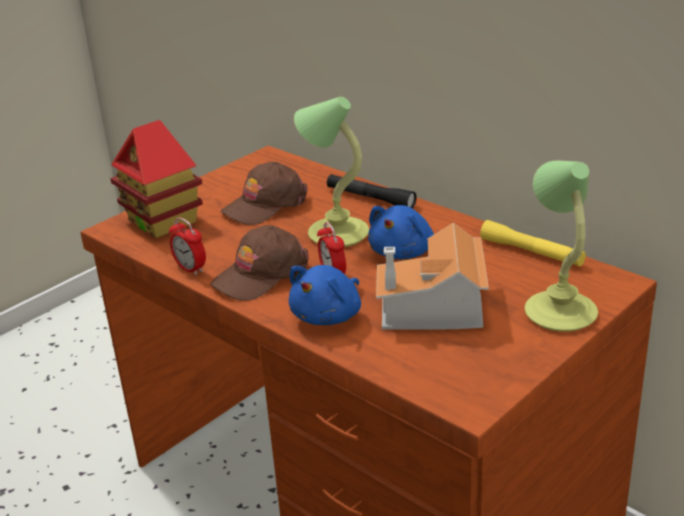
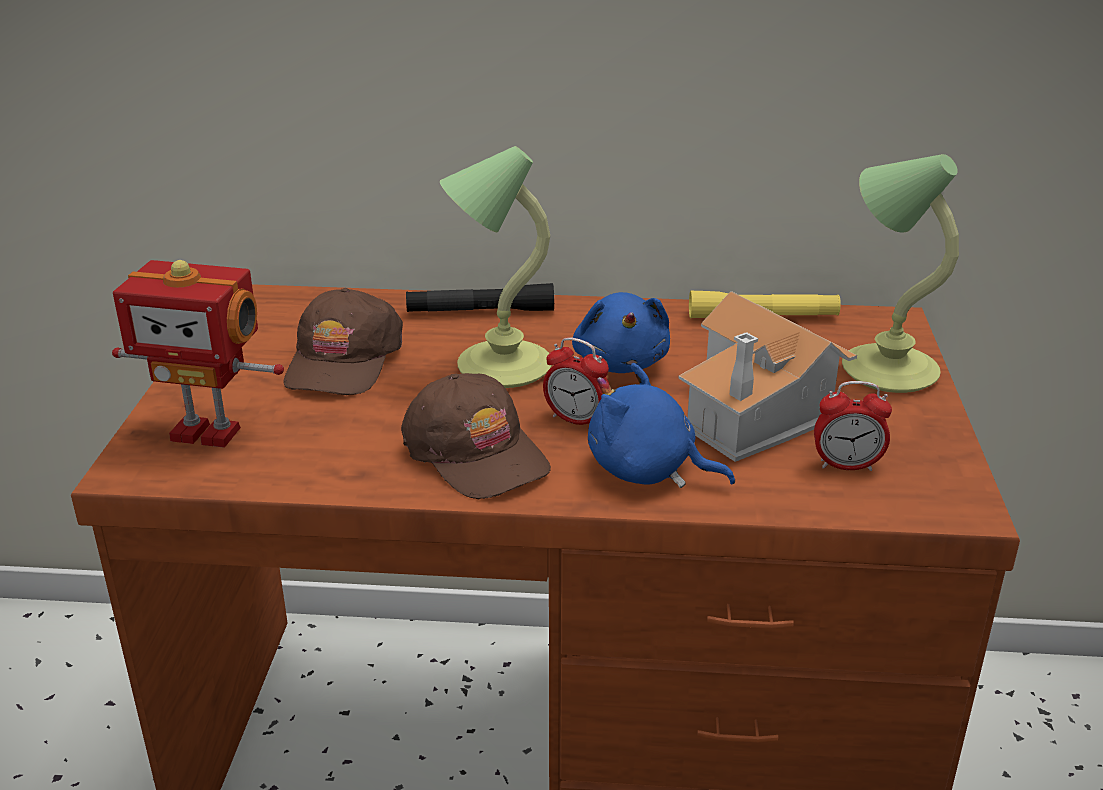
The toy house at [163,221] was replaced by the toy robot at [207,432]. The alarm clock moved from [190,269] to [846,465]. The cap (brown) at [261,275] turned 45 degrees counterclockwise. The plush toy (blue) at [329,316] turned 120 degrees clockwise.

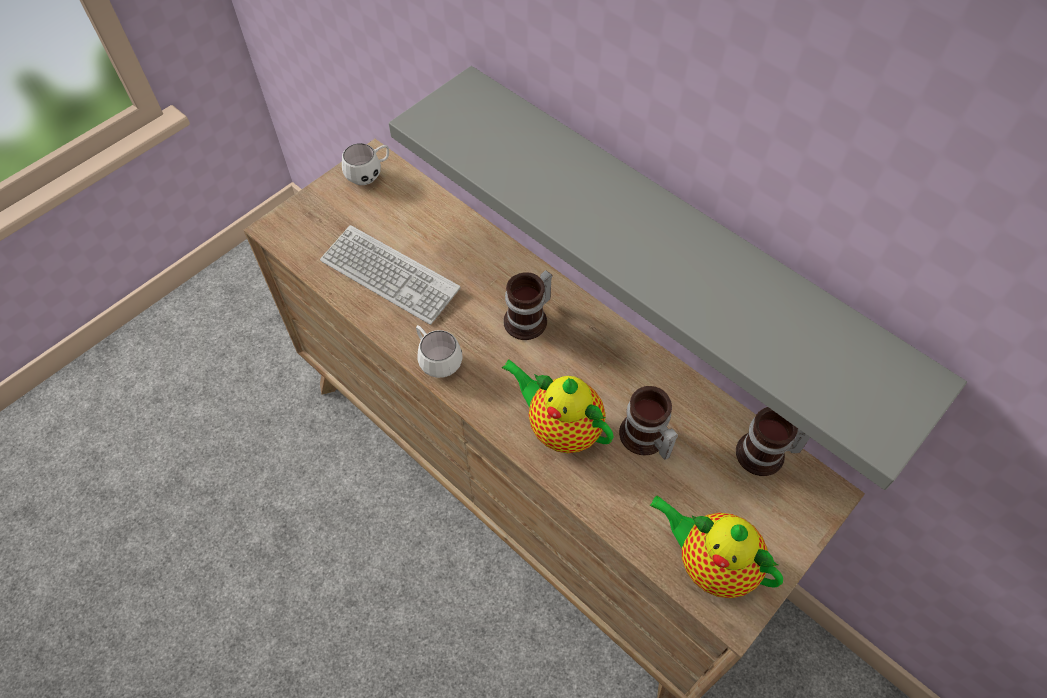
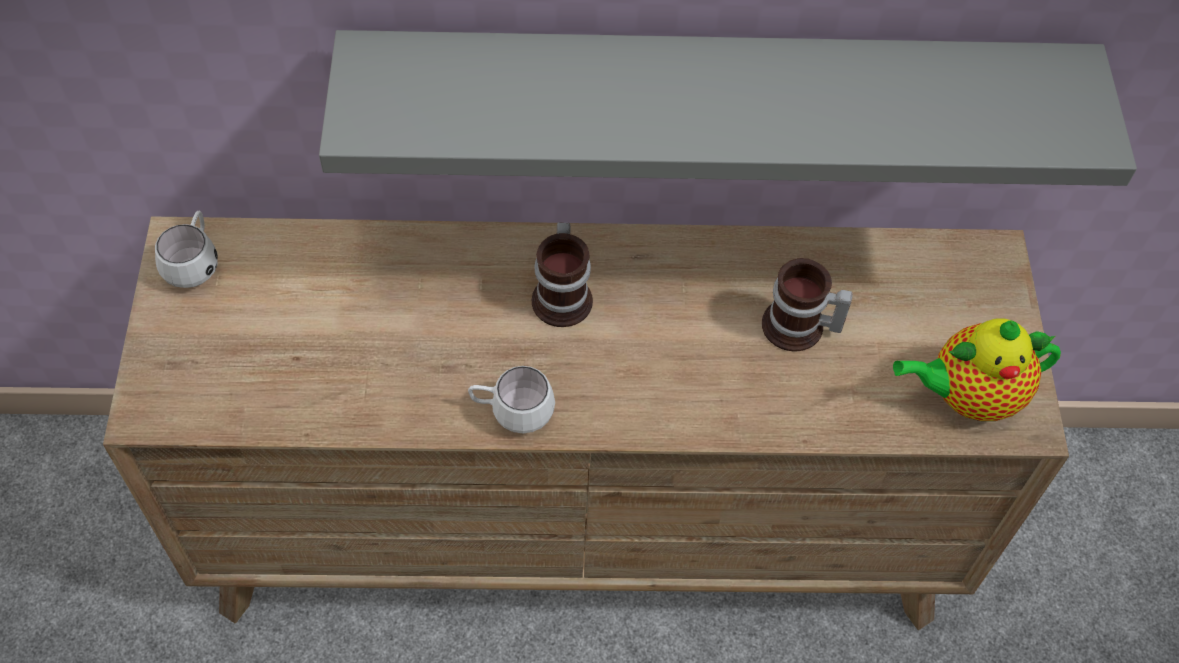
The keyboard at [389,276] disappeared. The teapot at [560,428] disappeared. The mug at [765,456] disappeared.

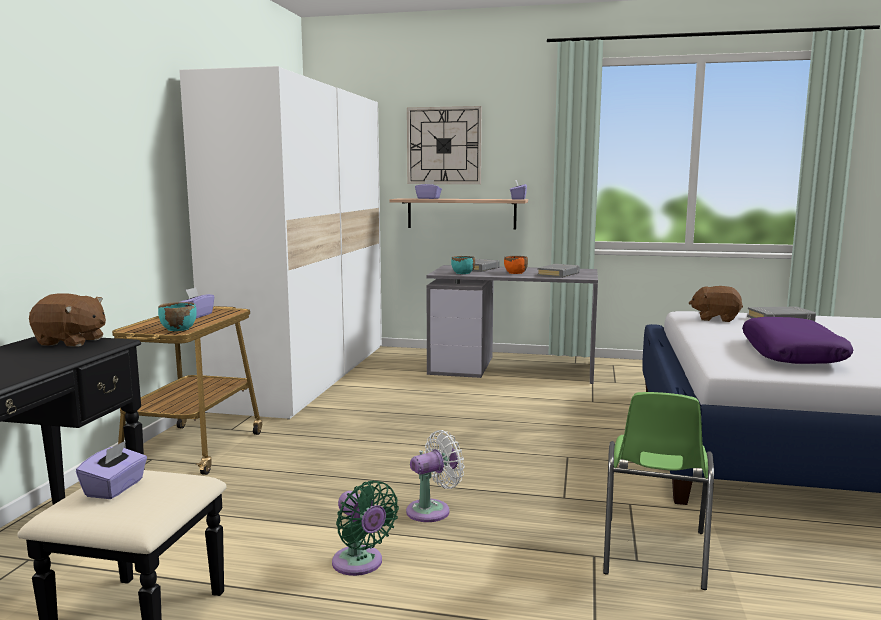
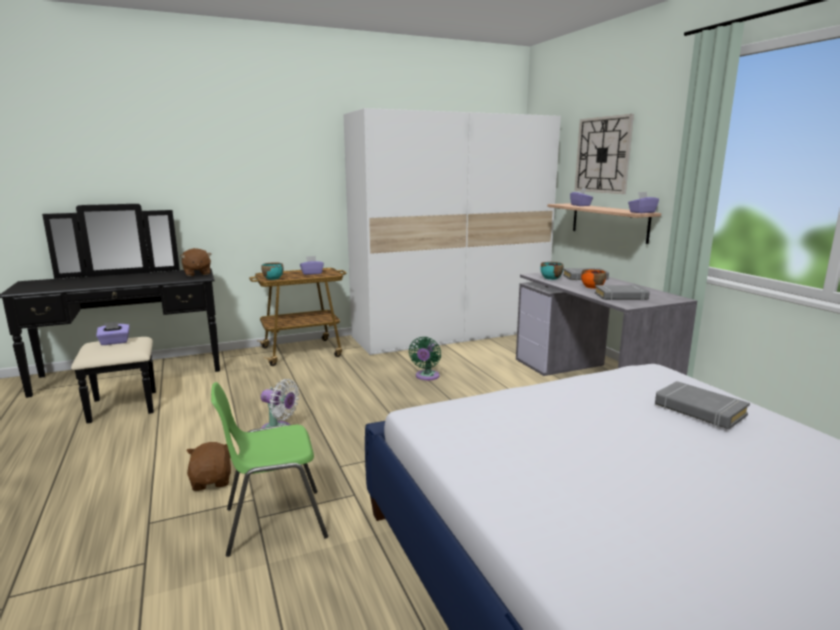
The plush toy (brown) moved from [715,319] to [212,481]. The pillow (purple) at [792,354] disappeared. The fan (green) moved from [360,564] to [426,377].

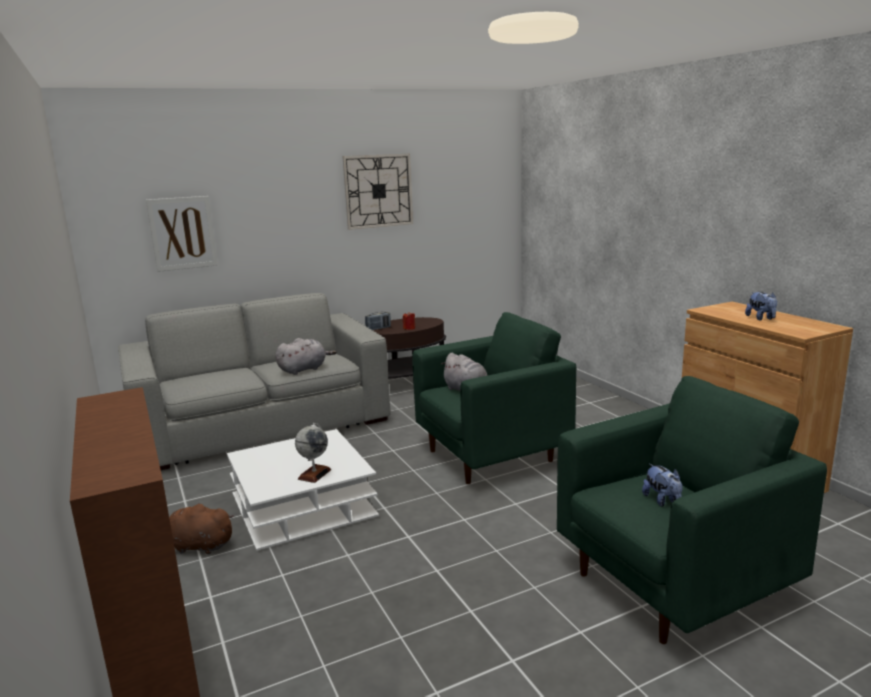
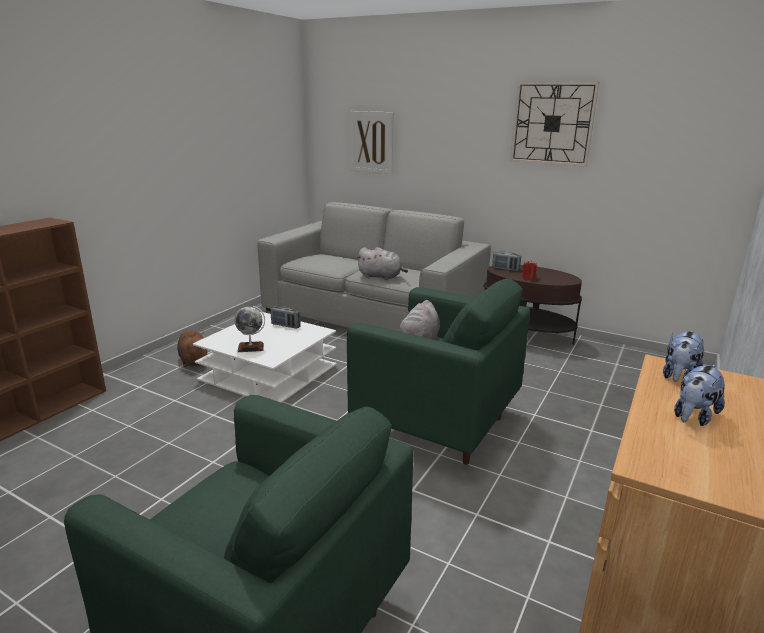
The plush toy moved from [662,501] to [678,377]. The radio at [285,325] appeared.

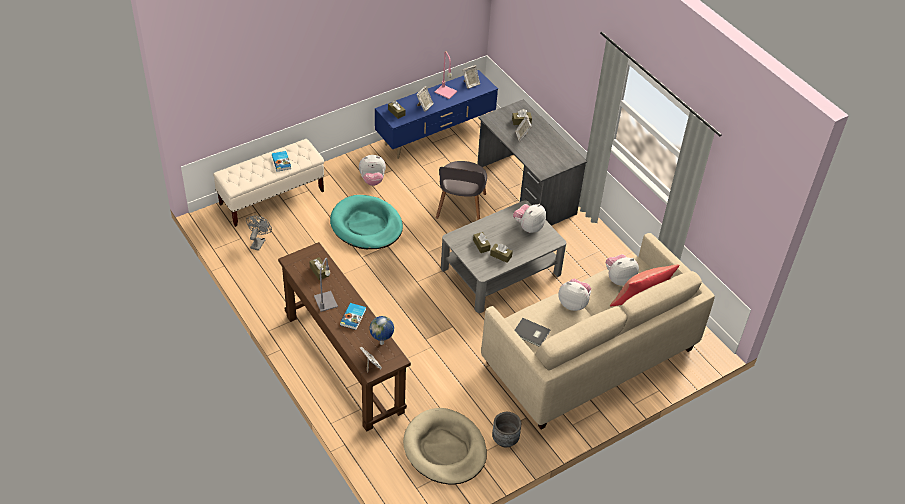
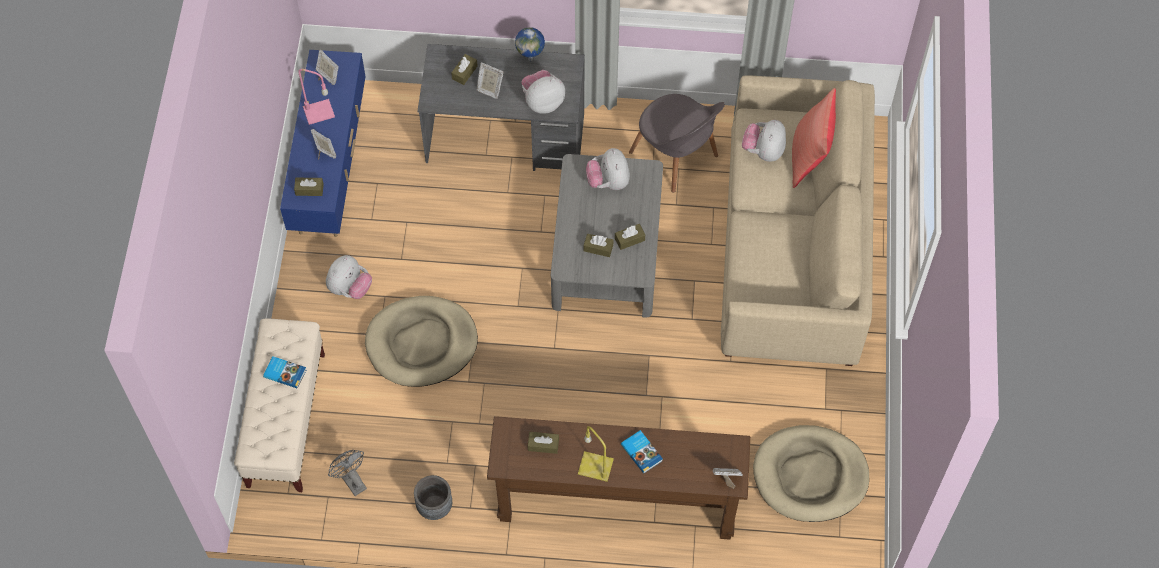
The chair (grey) moved from [460,208] to [676,157]. The dog bed (turquoise) at [366,225] became the dog bed (beige) at [421,343]. The table lamp (grey) at [326,302] became the table lamp (yellow) at [596,466]. The plush toy moved from [573,303] to [543,102]. The globe moved from [382,343] to [531,58]. The book (grey) at [531,334] disappeared. The planter (grey) moved from [505,439] to [434,506].

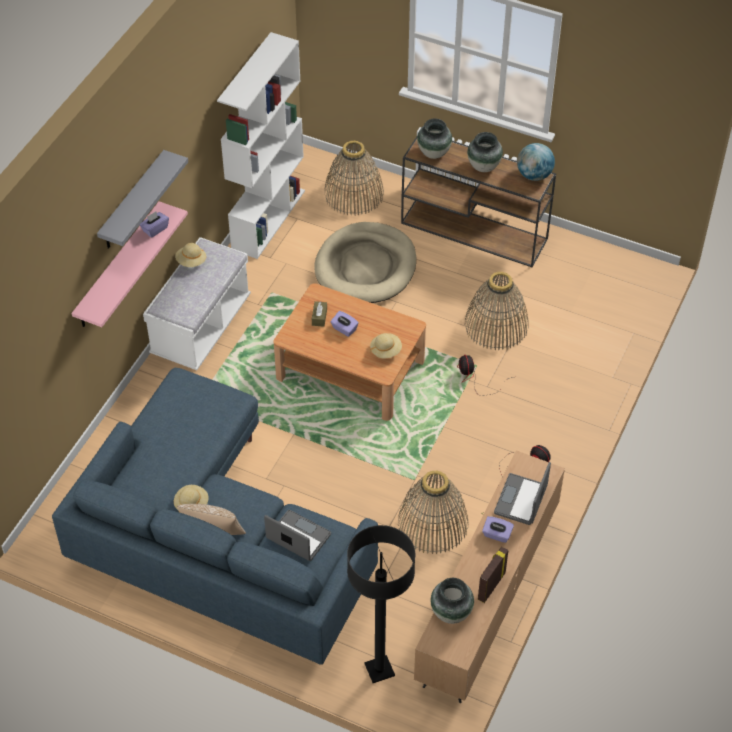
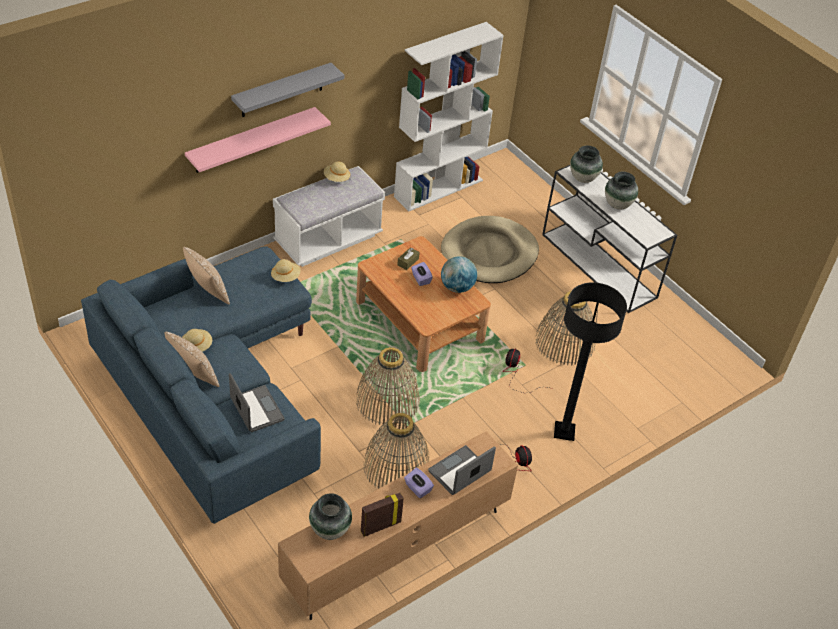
The console table (brown) at [475,231] became the console table (white) at [599,266]. The basket moved from [354,194] to [387,401]. The globe moved from [534,175] to [457,287]. The tissue box (purple) at [155,229] disappeared. The hat (beige) moved from [385,351] to [285,277]. The floor lamp (black) moved from [379,670] to [564,431]. The pillow at [207,293] appeared.

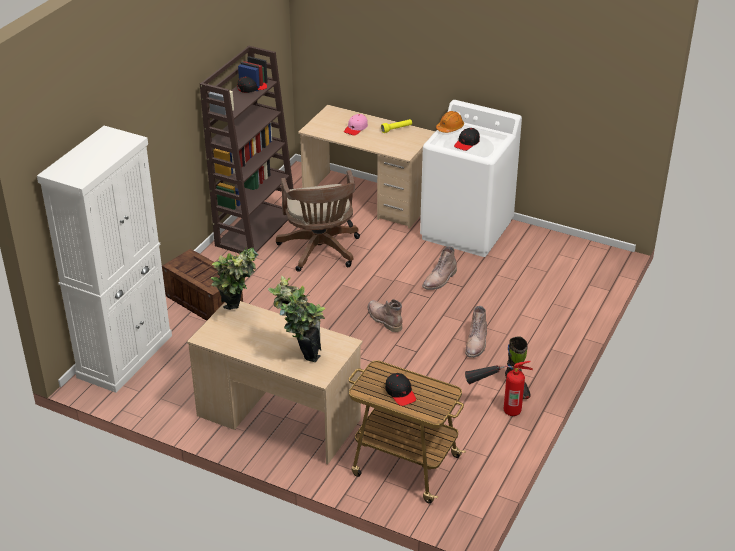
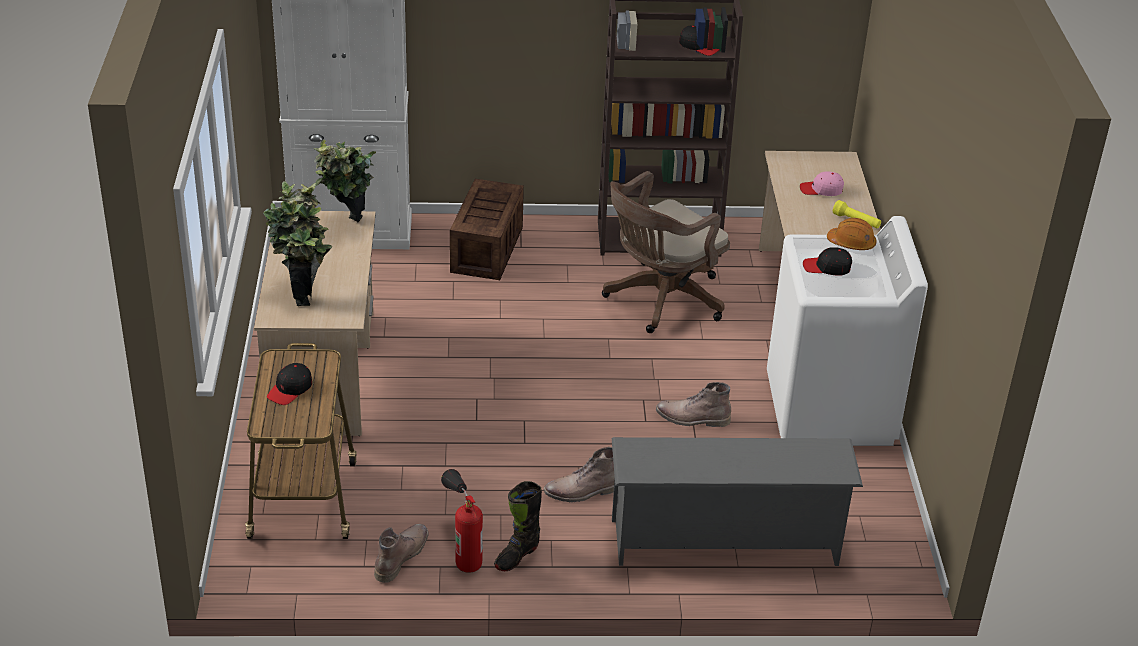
The boot (brown) moved from [383,319] to [400,556]. The shoe rack (grey) at [724,544] appeared.

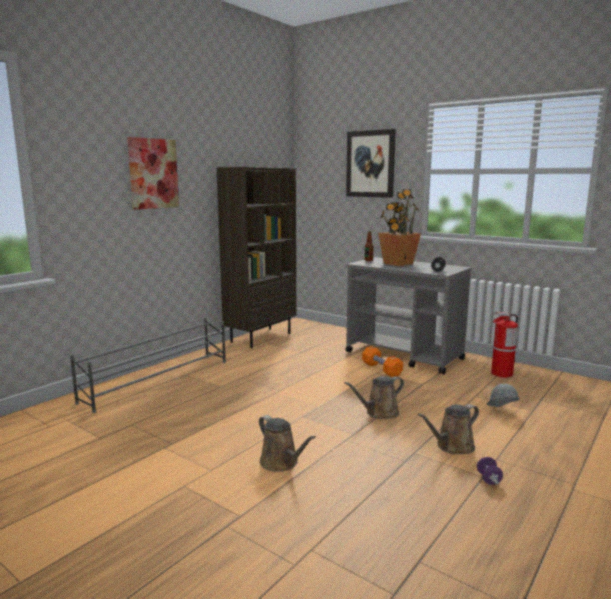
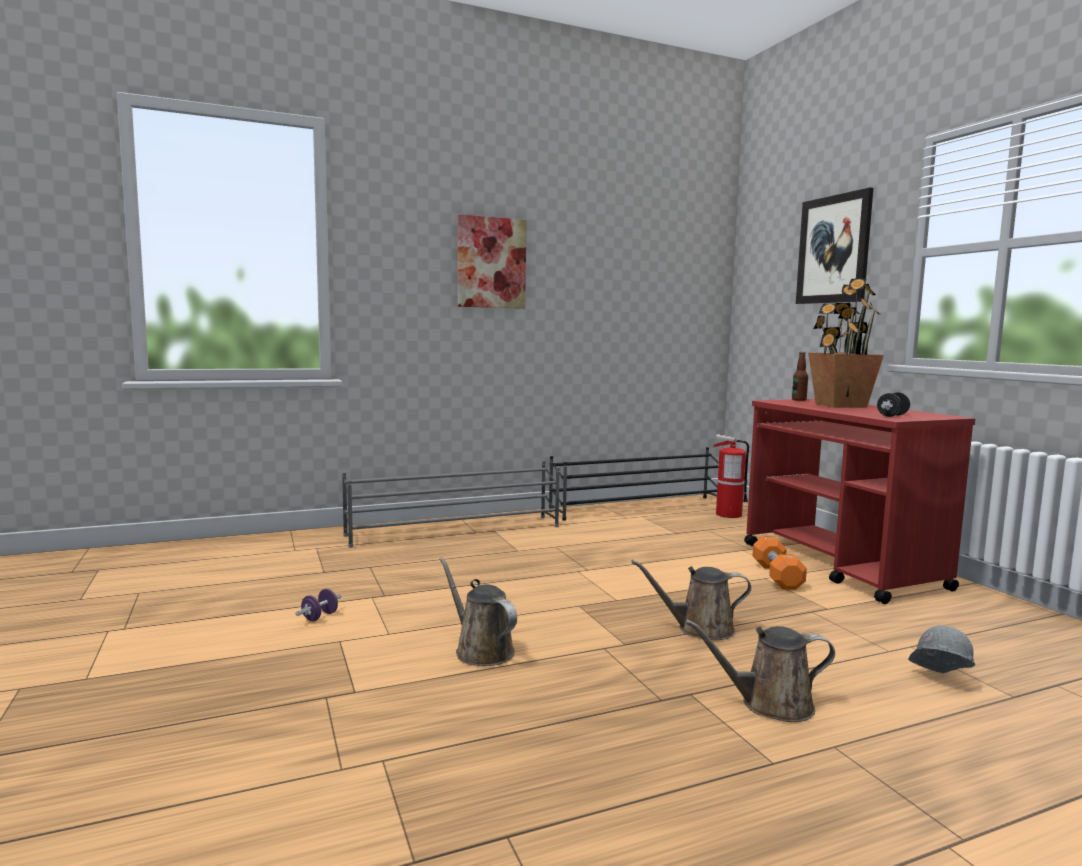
The bookcase (brown) at [261,337] was replaced by the shoe rack (black) at [640,508]. The cart (grey) at [404,356] became the cart (red) at [842,566]. The fire extinguisher moved from [501,374] to [728,514]. The watering can (brown) at [281,463] turned 150 degrees clockwise. The dumbbell (purple) moved from [488,479] to [320,617].

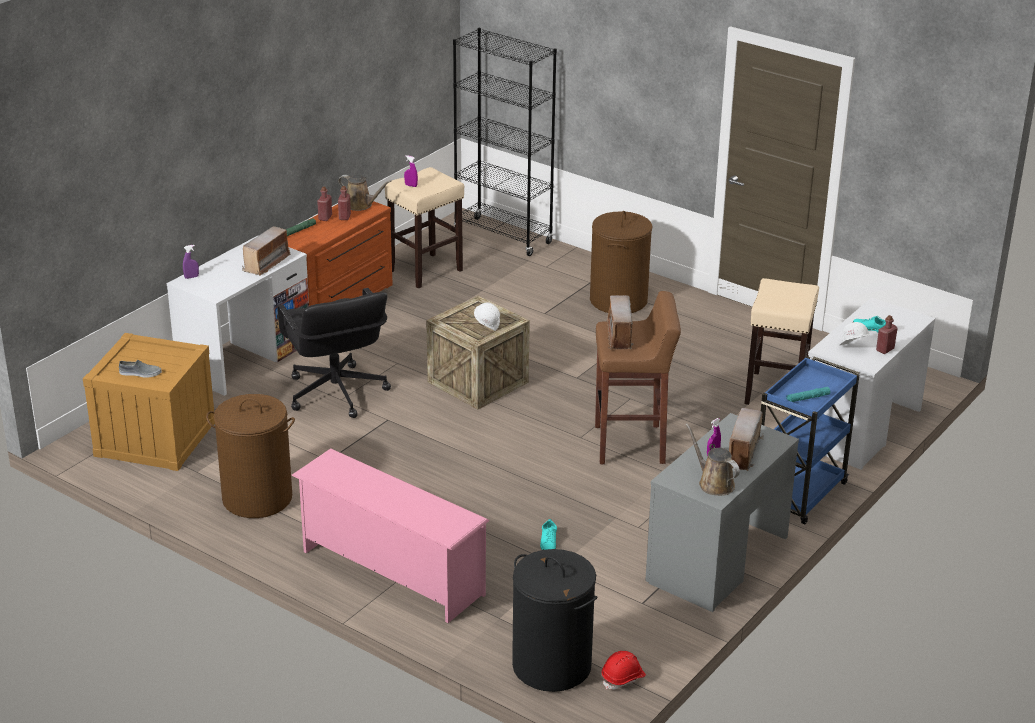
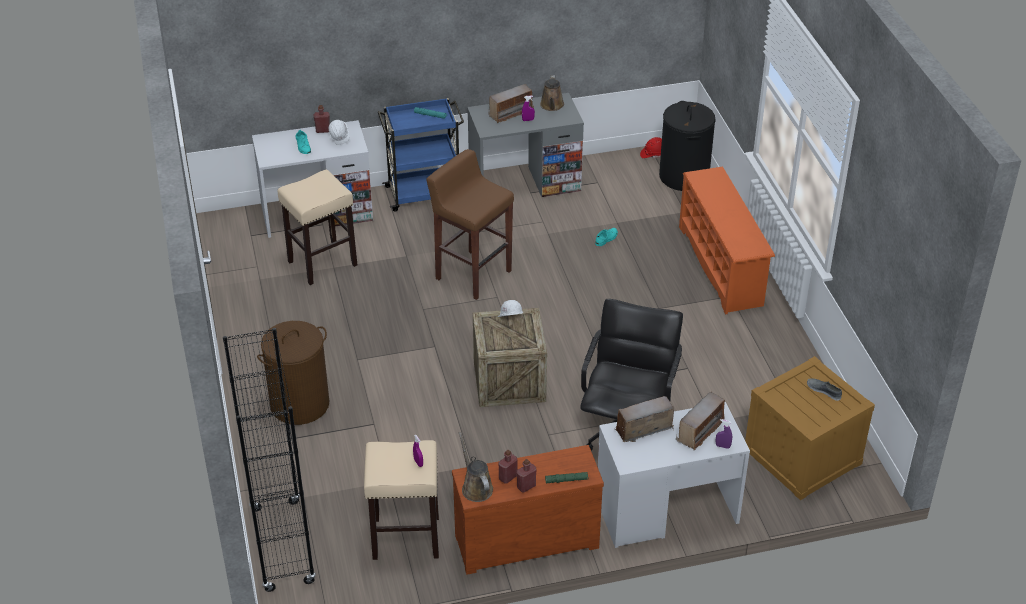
The radio moved from [619,336] to [700,430]. The laundry basket (brown) at [257,498] disappeared. The shoe rack (pink) at [390,573] became the shoe rack (orange) at [722,266].

